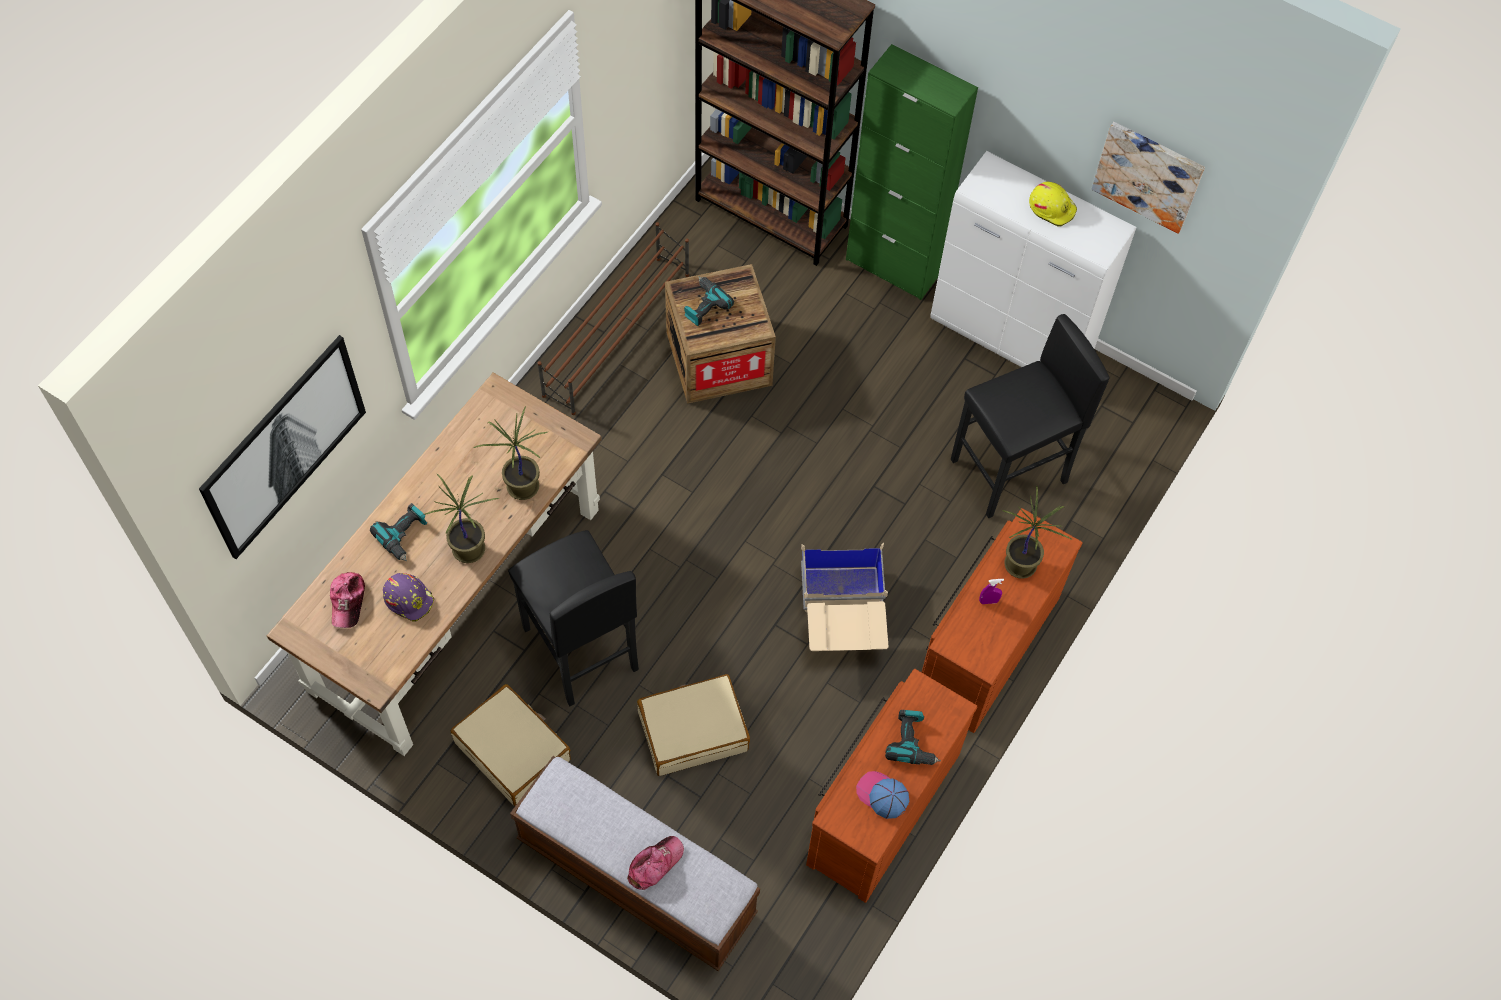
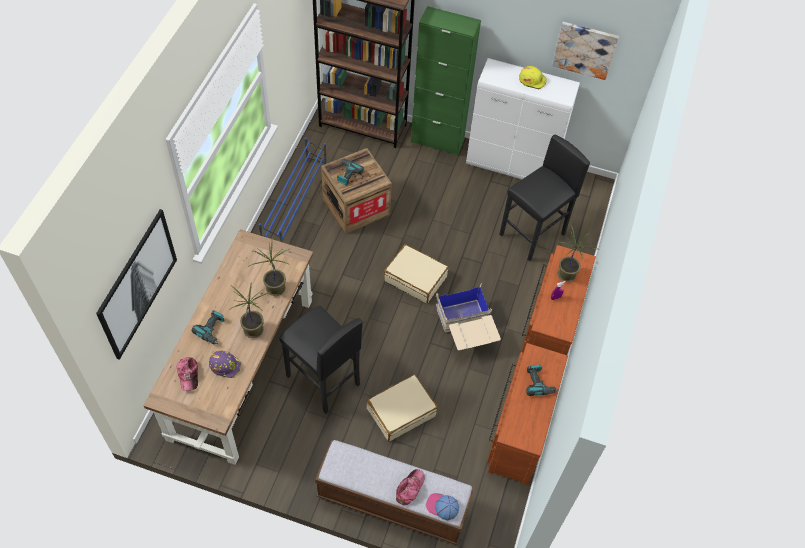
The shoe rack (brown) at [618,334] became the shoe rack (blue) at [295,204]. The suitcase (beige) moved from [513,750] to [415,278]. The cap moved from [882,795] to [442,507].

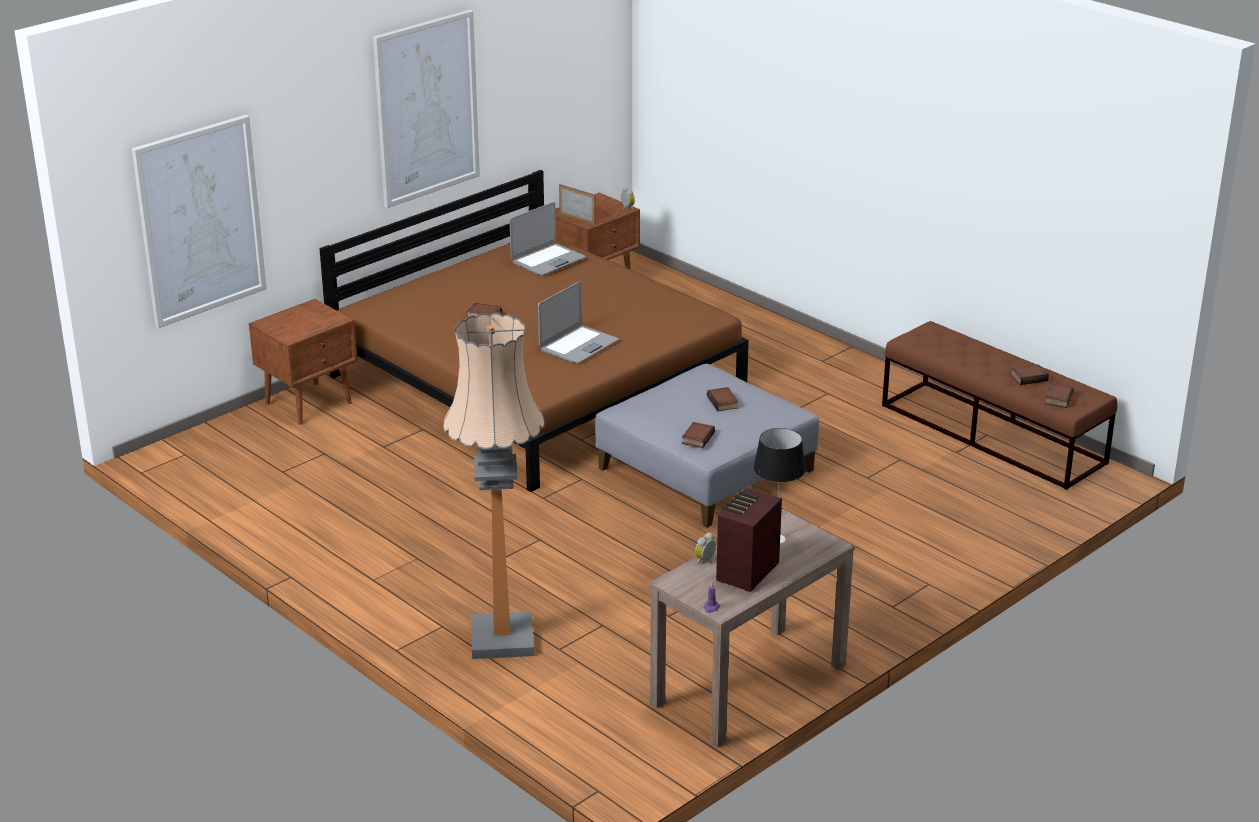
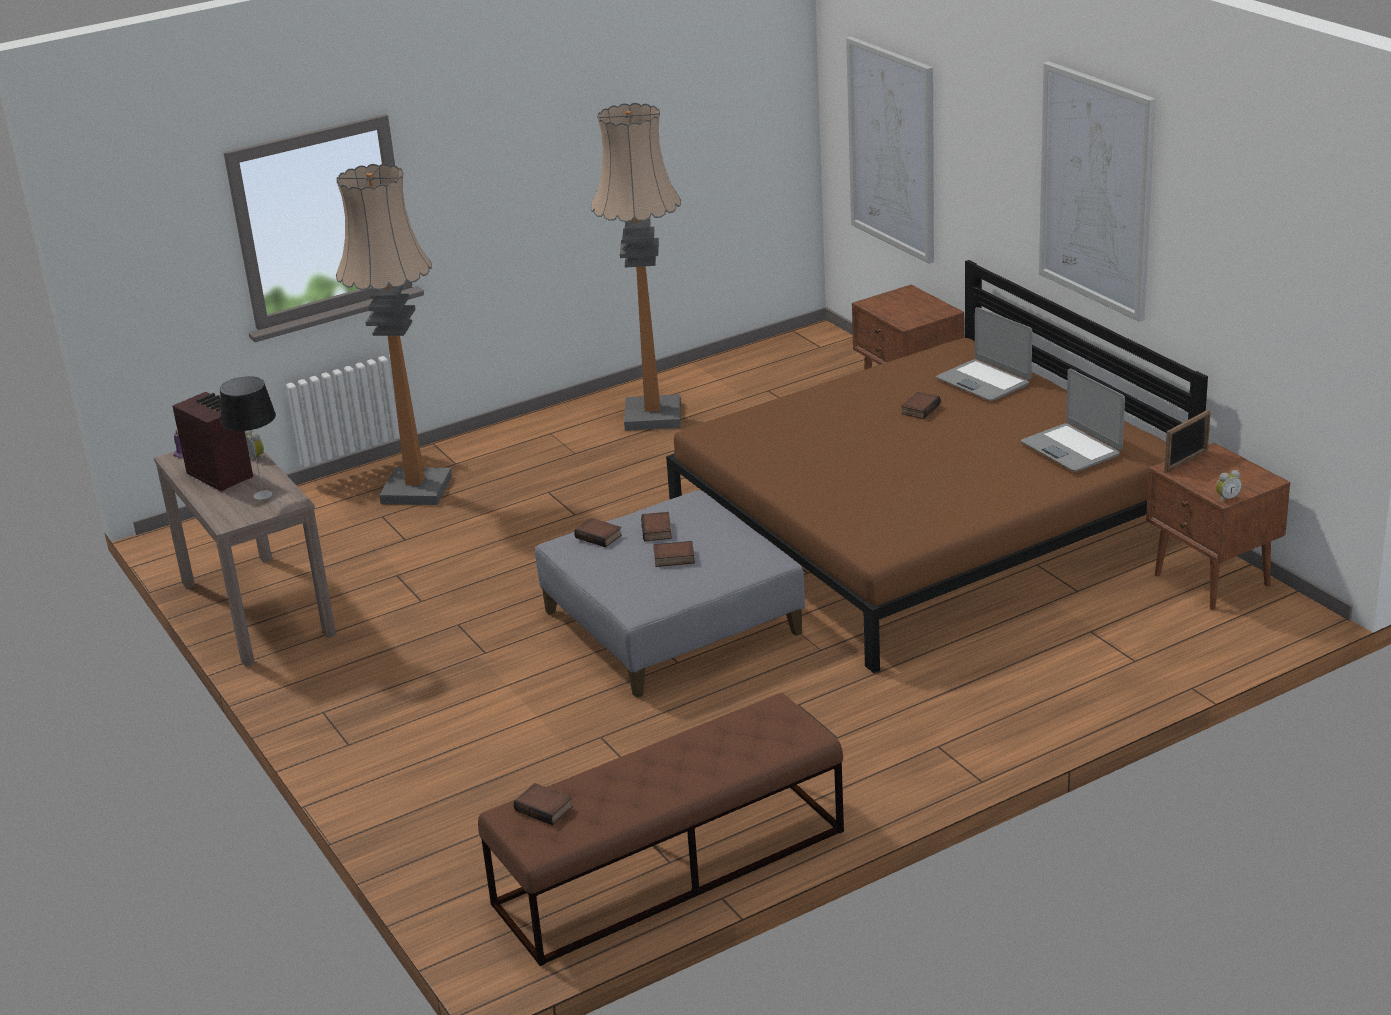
The laptop moved from [578,345] to [983,381]. The book moved from [1029,377] to [658,531]. The floor lamp at [653,416] appeared.

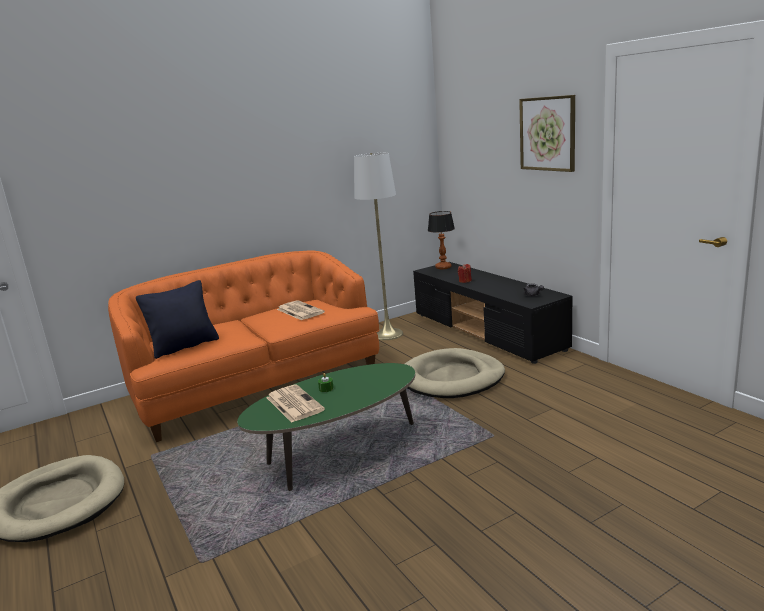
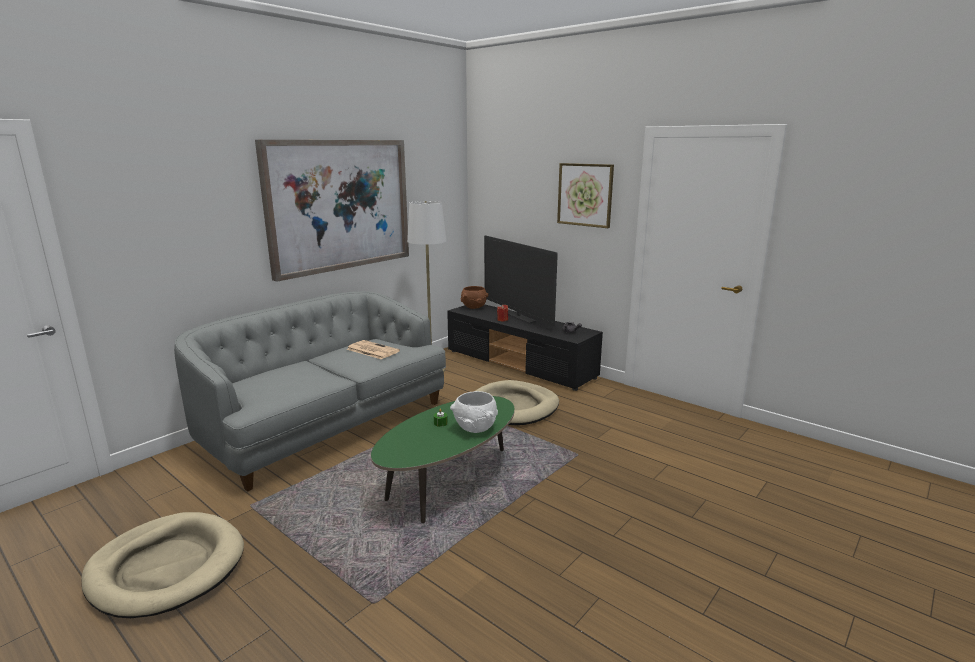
The table lamp at [443,267] was replaced by the bowl (brown) at [474,307]. The sofa (orange) at [257,385] became the sofa (grey) at [326,425]. The pillow (black) at [184,346] disappeared. The newspaper at [293,403] disappeared. The picture at [339,205] appeared. The television at [517,316] appeared. The bowl (white) at [475,428] appeared.

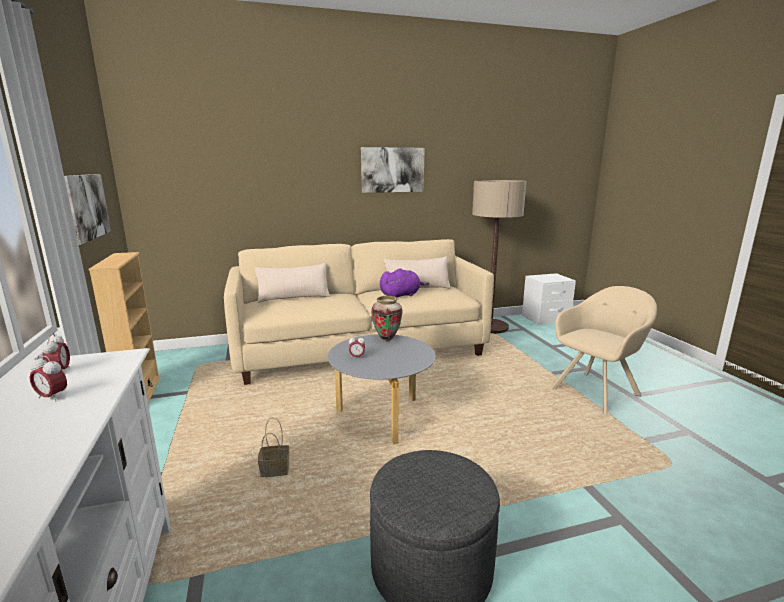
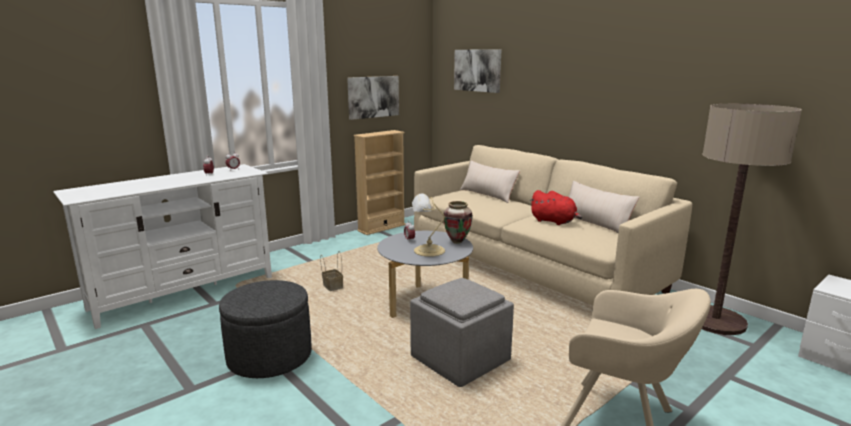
The picture moved from [392,170] to [477,70]. The plush toy (purple) at [401,295] became the plush toy (red) at [554,221]. The table lamp at [427,250] appeared. The ottoman (grey) at [461,360] appeared.

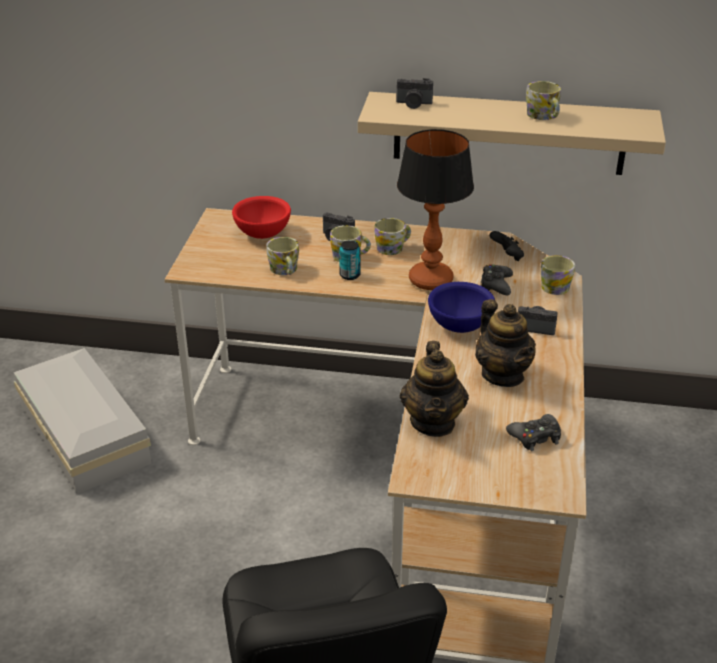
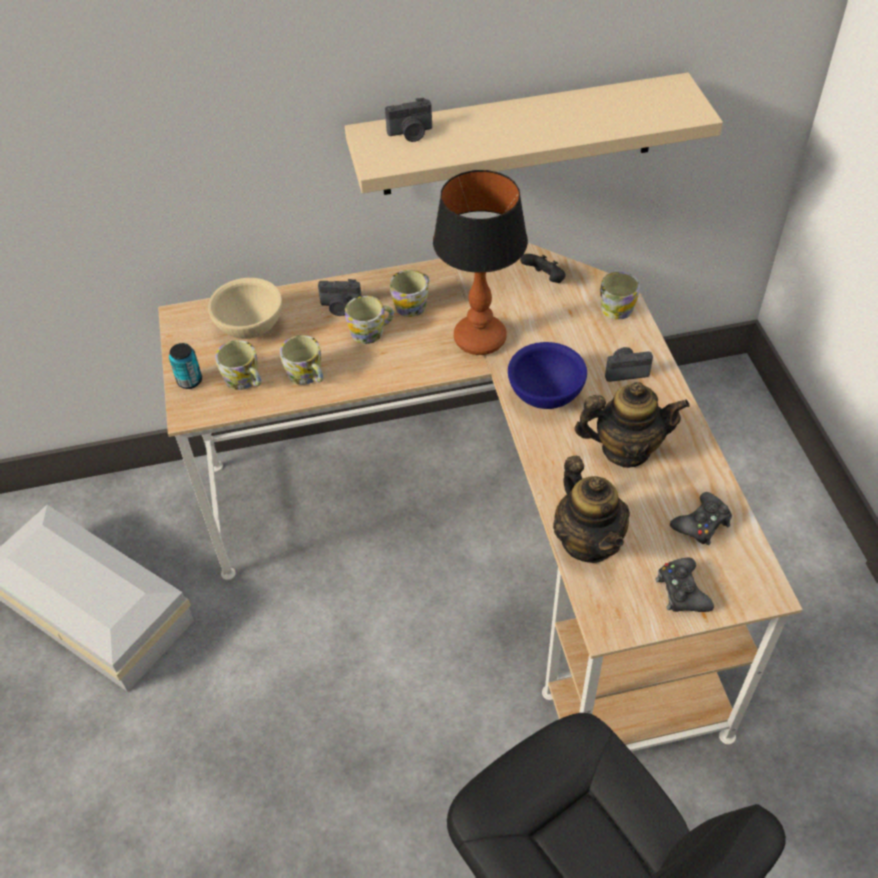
The mug moved from [543,116] to [245,381]. The bowl (red) at [262,234] became the bowl (beige) at [250,328]. The can moved from [350,275] to [190,381]. The game controller (black) moved from [496,285] to [682,591]. The teapot at [503,375] turned 45 degrees counterclockwise.

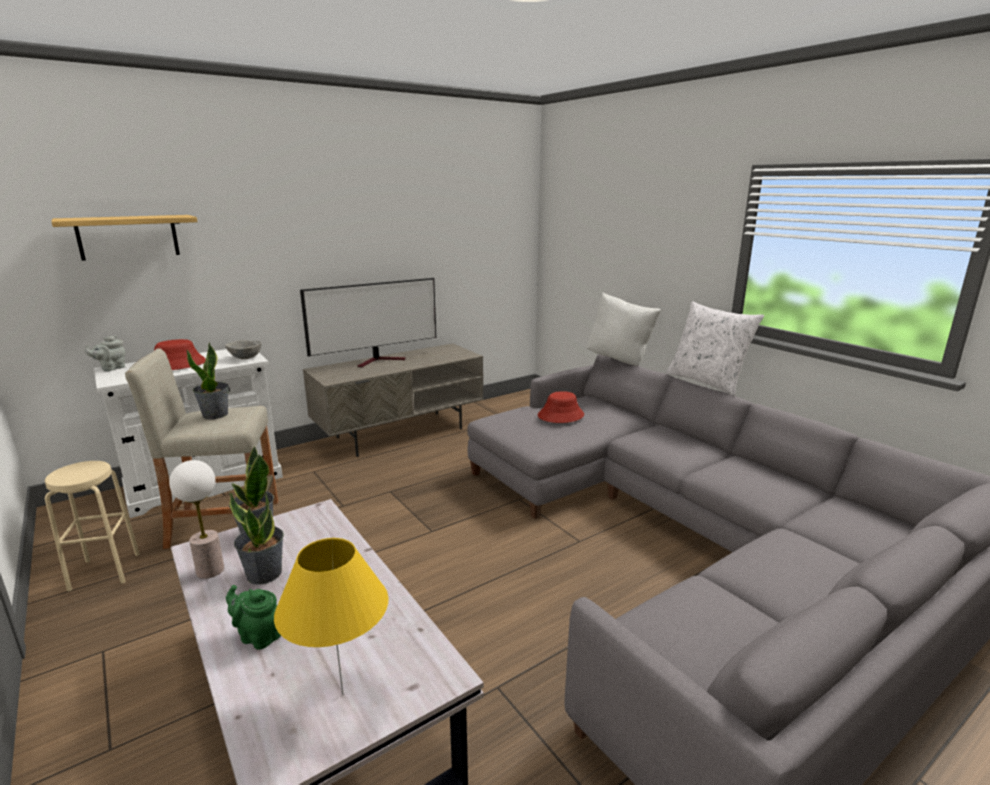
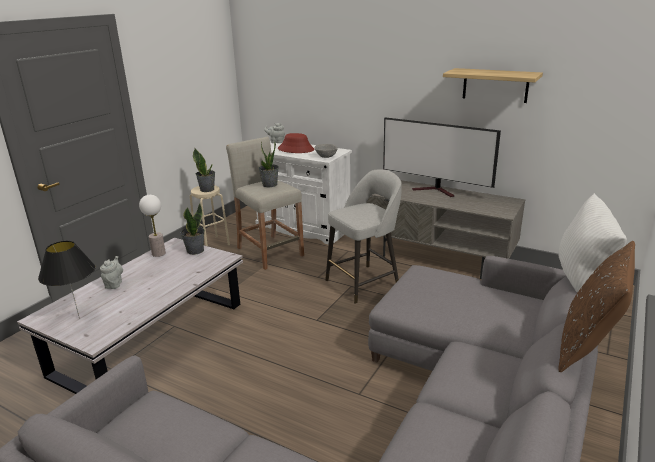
The shelf moved from [128,237] to [495,85]. The pillow (white) at [707,382] became the pillow (brown) at [588,347]. The hat (red) at [560,415] disappeared. The potted plant moved from [264,573] to [207,189]. The table lamp (yellow) at [342,694] became the table lamp (black) at [79,318]. The teapot (green) at [258,636] became the teapot (grey) at [114,284]. The stool (grey) at [364,283] appeared.

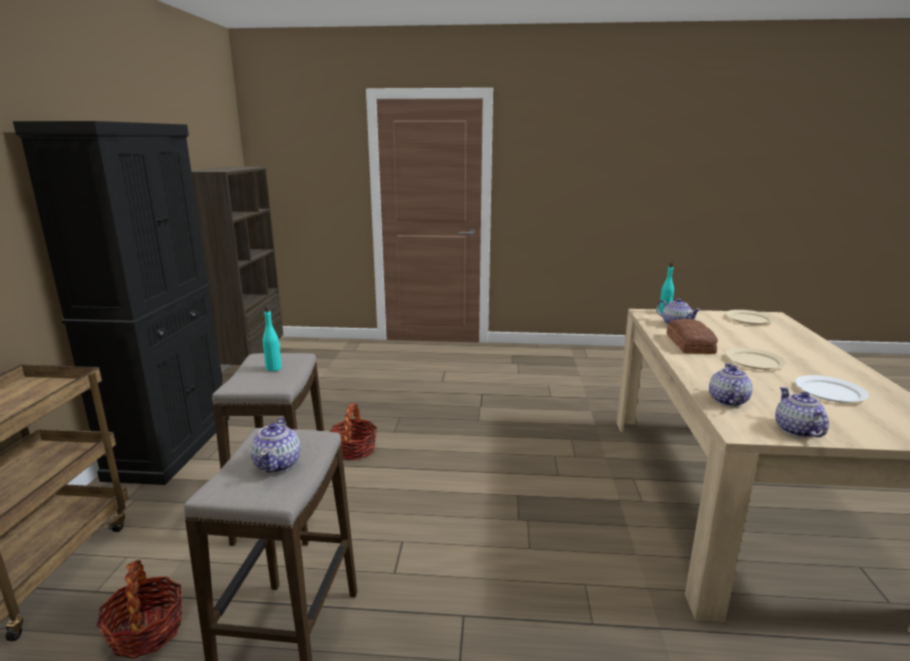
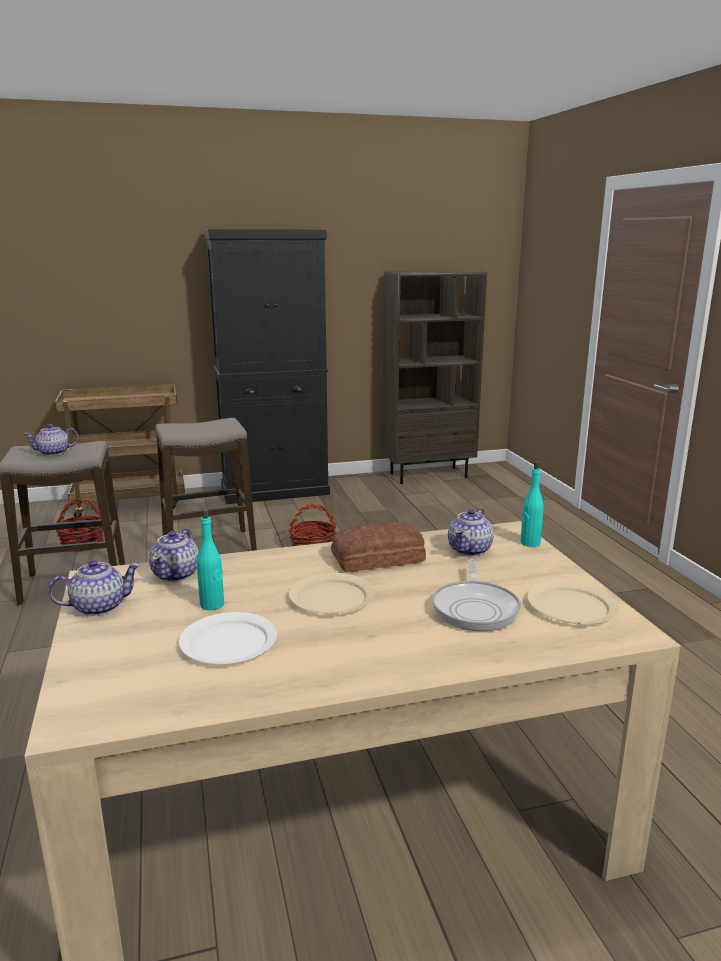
The bottle (turquoise) moved from [274,368] to [212,604]. The teapot at [727,401] turned 105 degrees clockwise. The frying pan at [475,608] appeared.

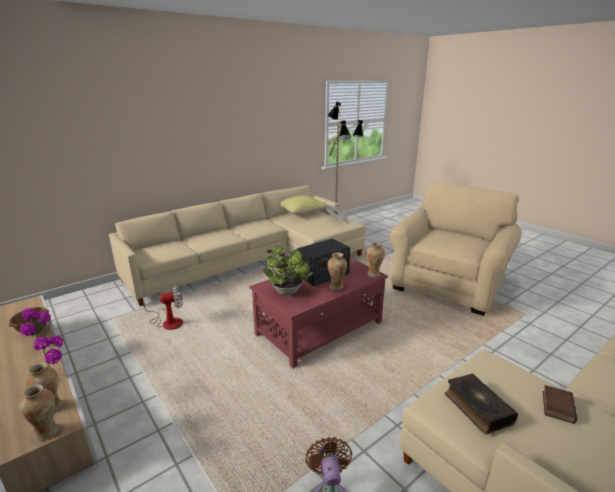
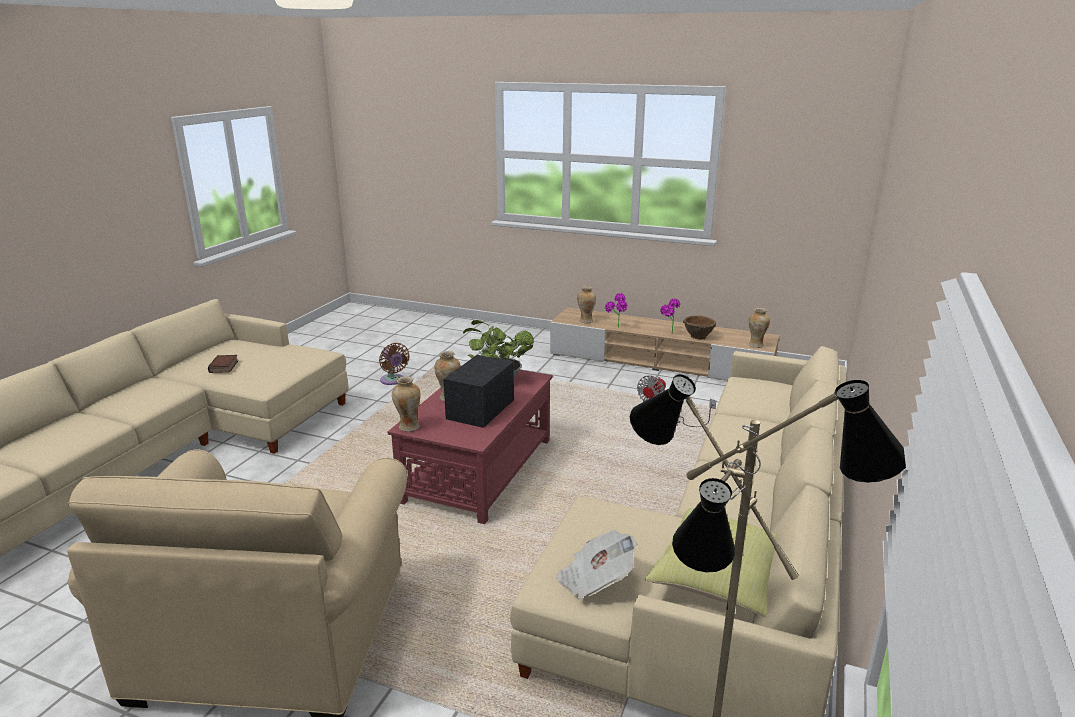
The book at [477,408] disappeared. The vase moved from [47,432] to [756,345].

